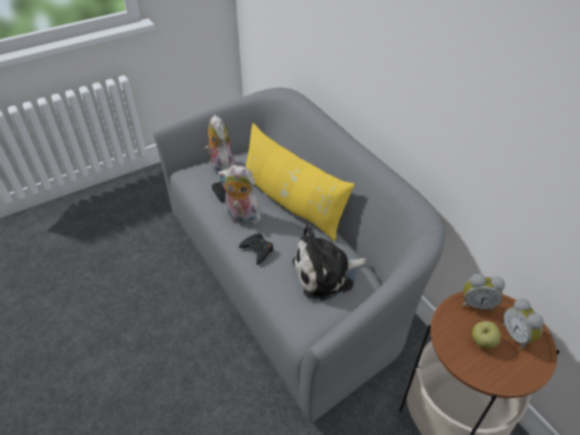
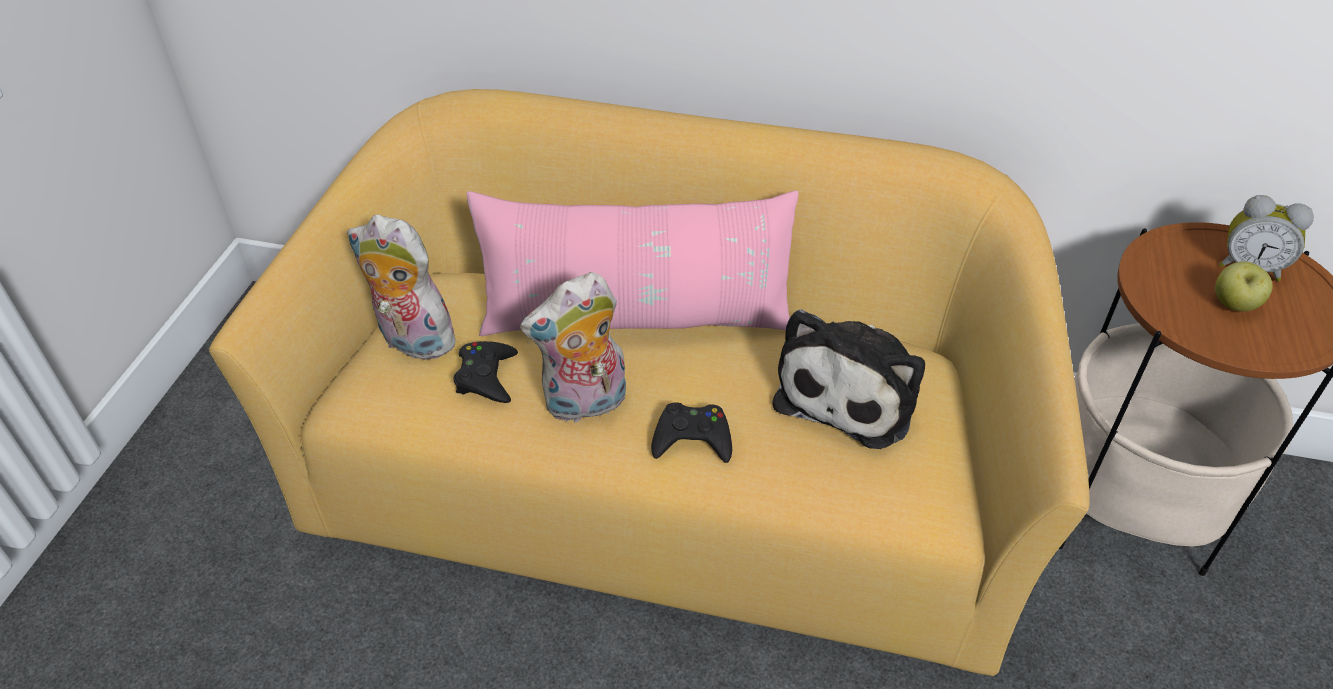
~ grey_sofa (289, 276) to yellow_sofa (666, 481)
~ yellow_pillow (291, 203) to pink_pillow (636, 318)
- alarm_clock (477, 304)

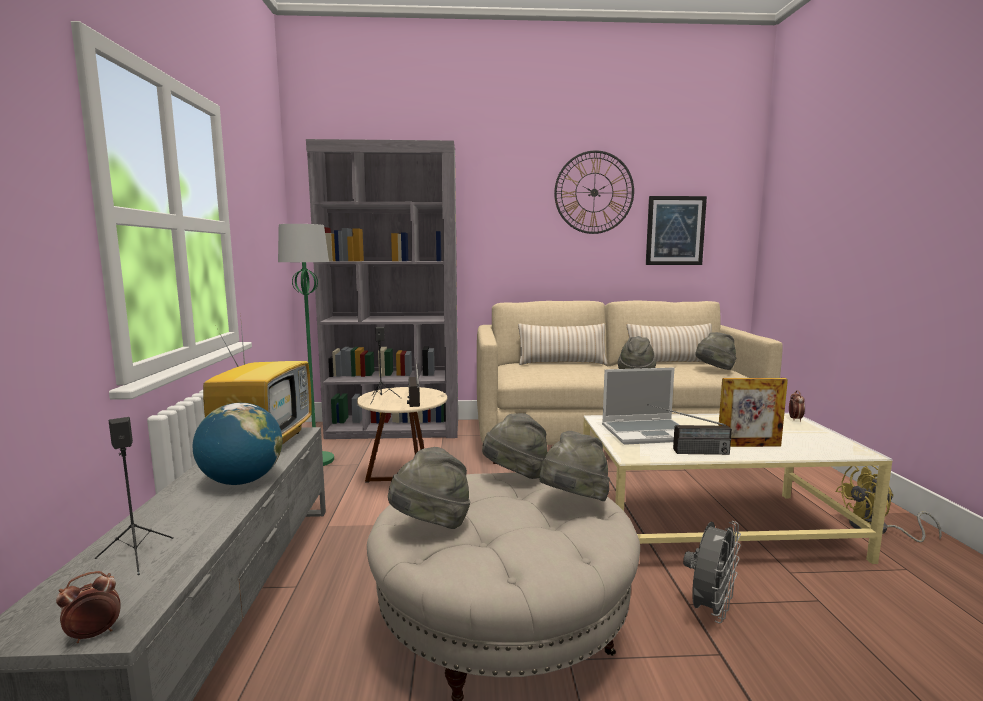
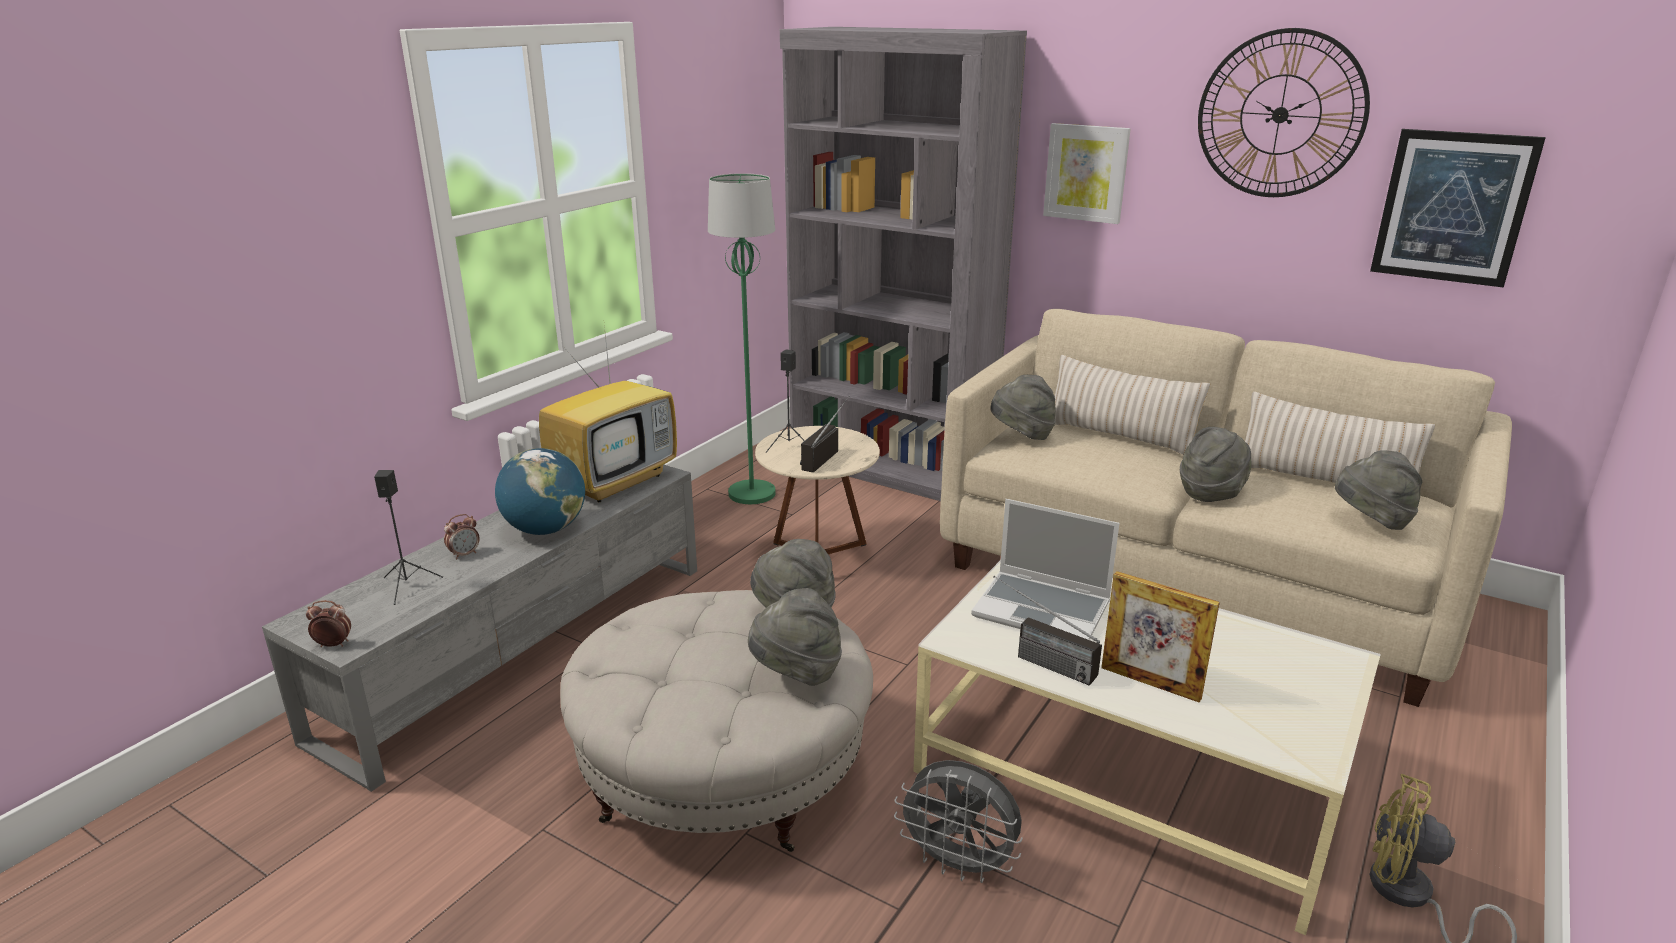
~ grey_hat (431, 526) to (1022, 436)
~ grey_fan (710, 610) = (959, 865) 45 degrees clockwise
~ alarm_clock (795, 419) to (465, 554)
+ picture (1086, 173)

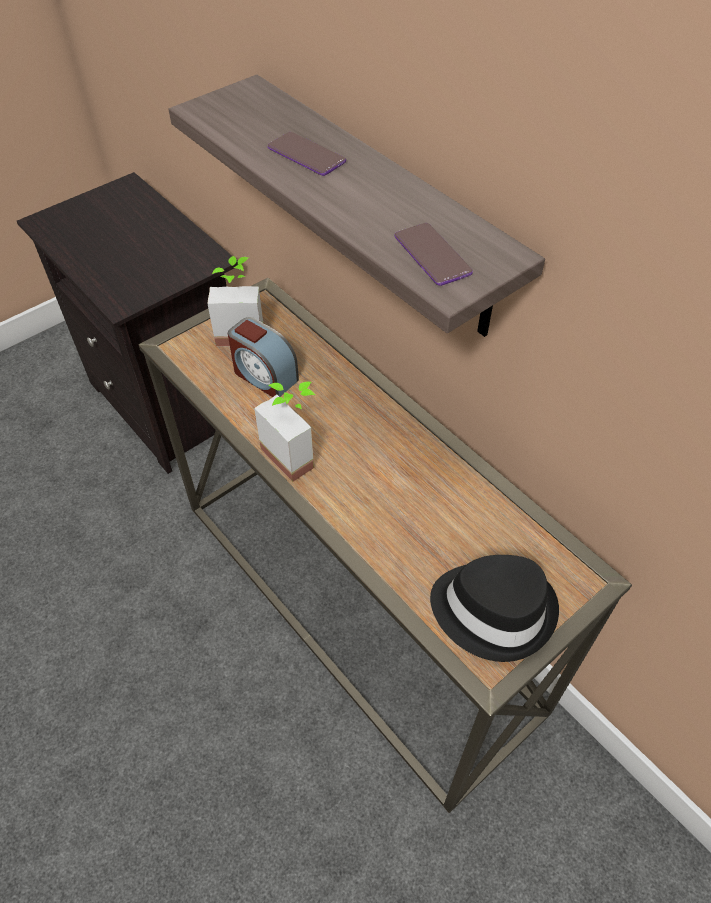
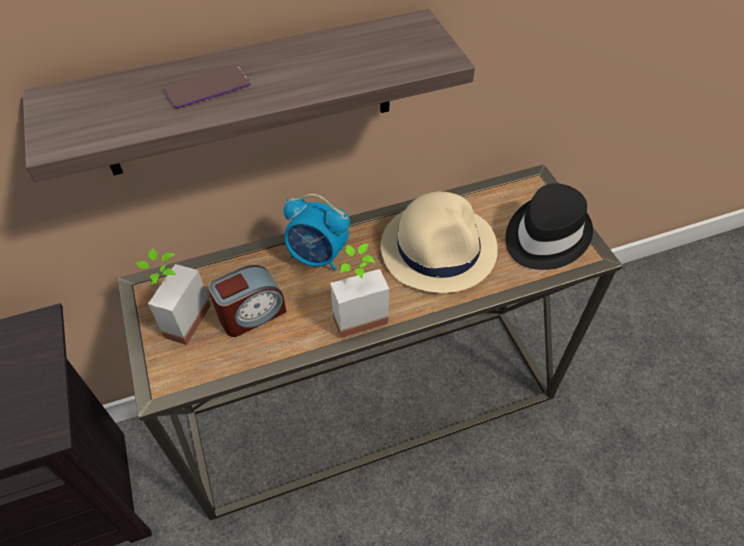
- phone (432, 255)
+ alarm_clock (318, 257)
+ beige_hat (439, 247)

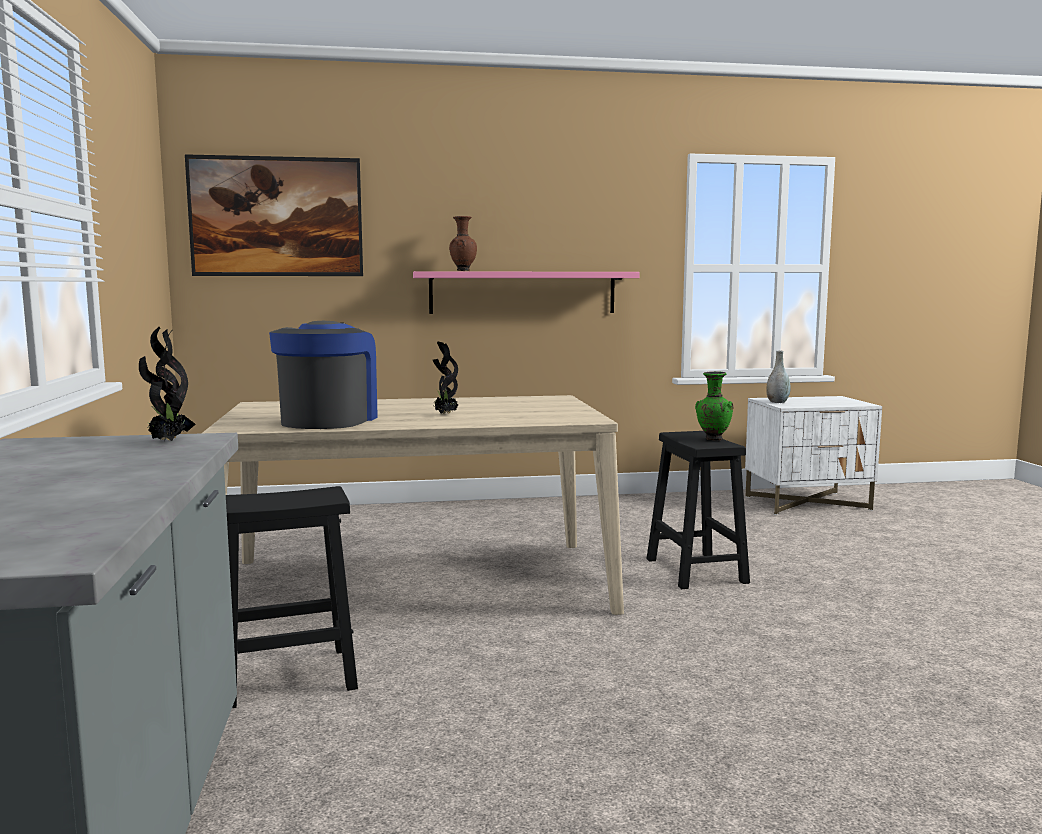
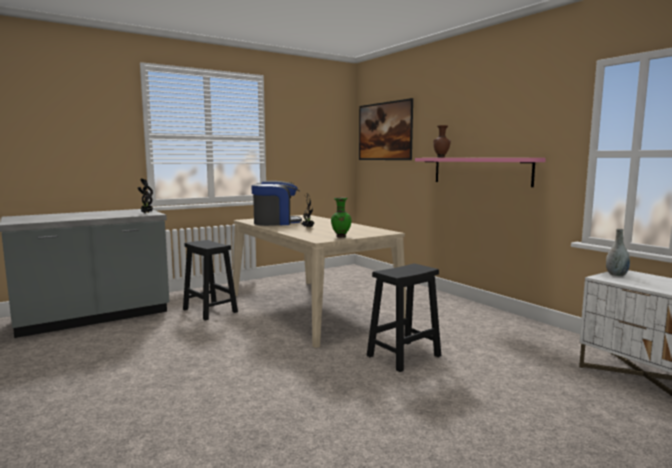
~ green_vase (712, 439) to (340, 237)

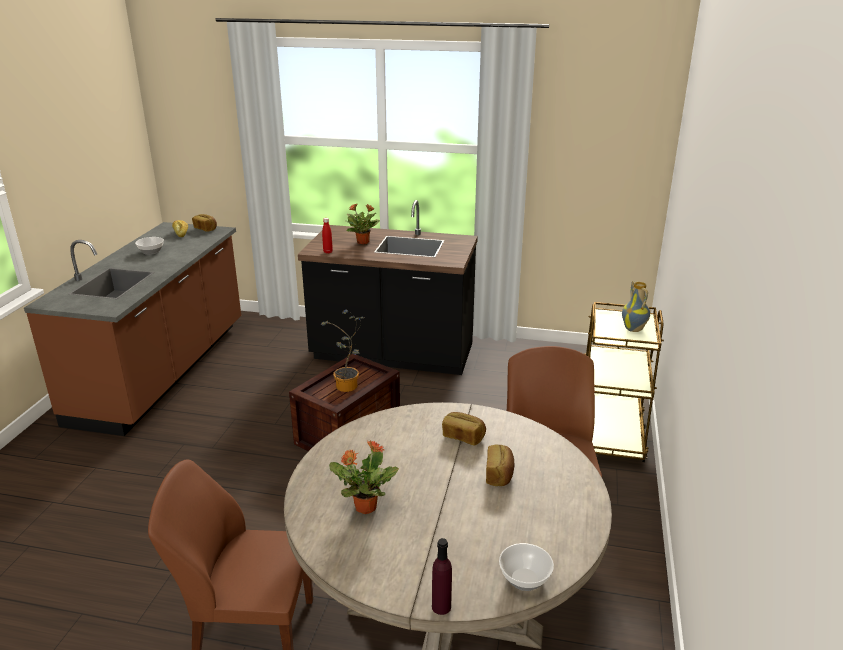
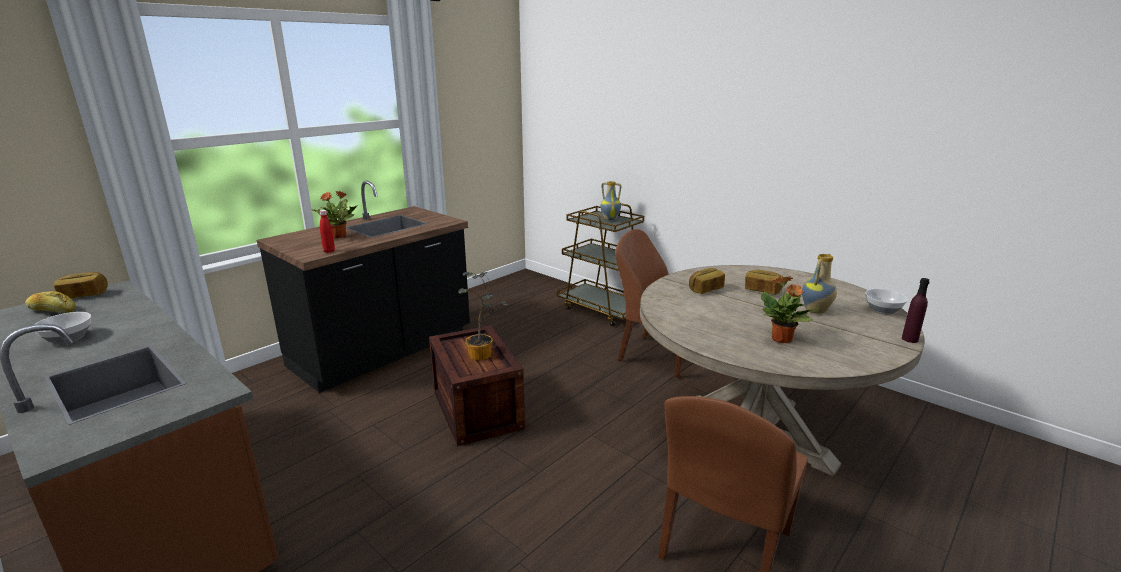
+ vase (816, 311)

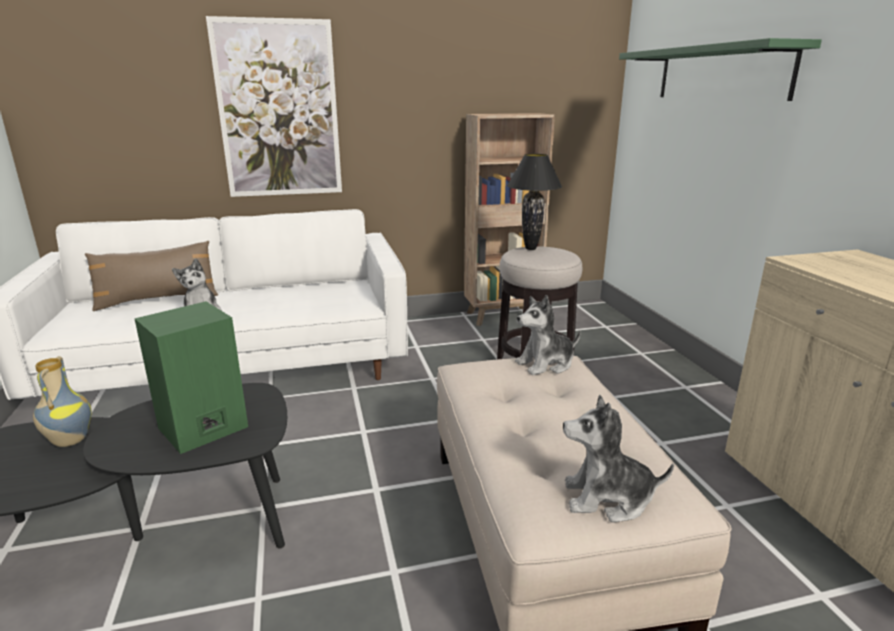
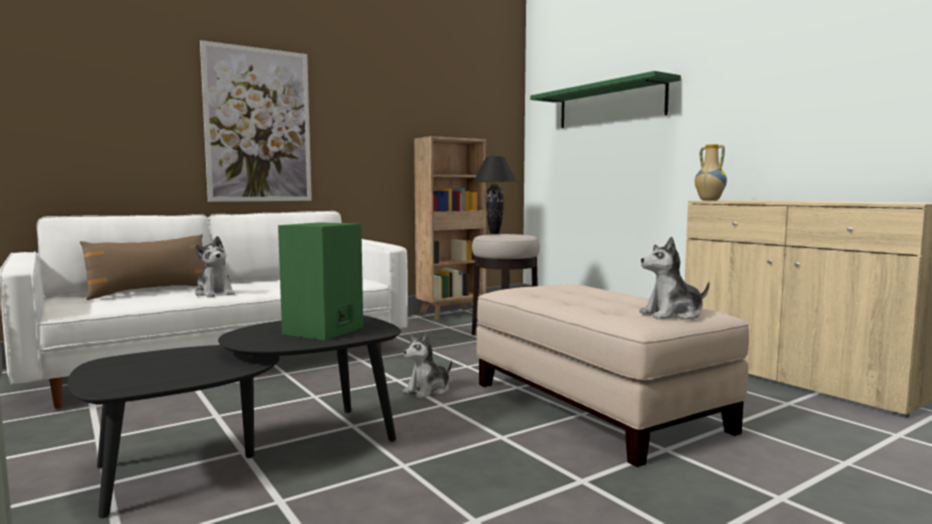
~ vase (69, 441) to (708, 200)
~ plush_toy (546, 364) to (428, 390)

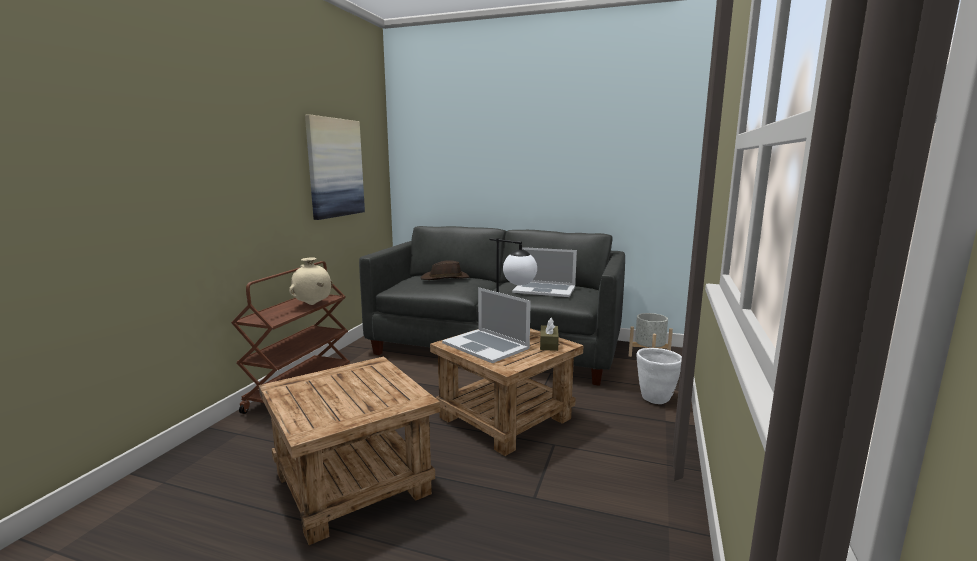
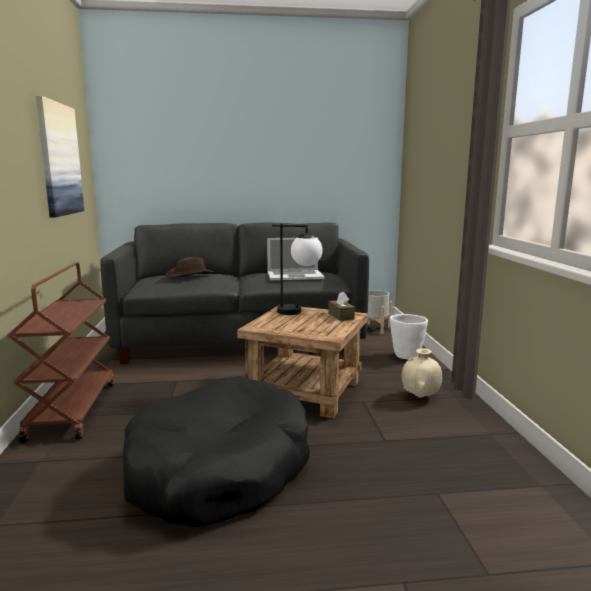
~ brown_side_table (353, 482) to black_dog_bed (219, 469)
~ beige_vase (312, 304) to (420, 397)
- laptop (486, 345)

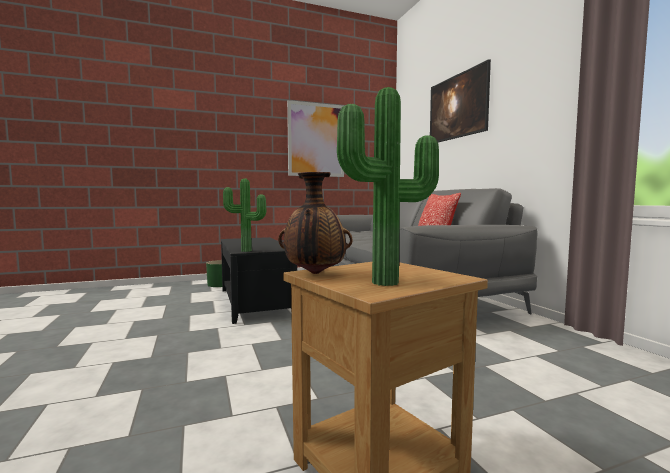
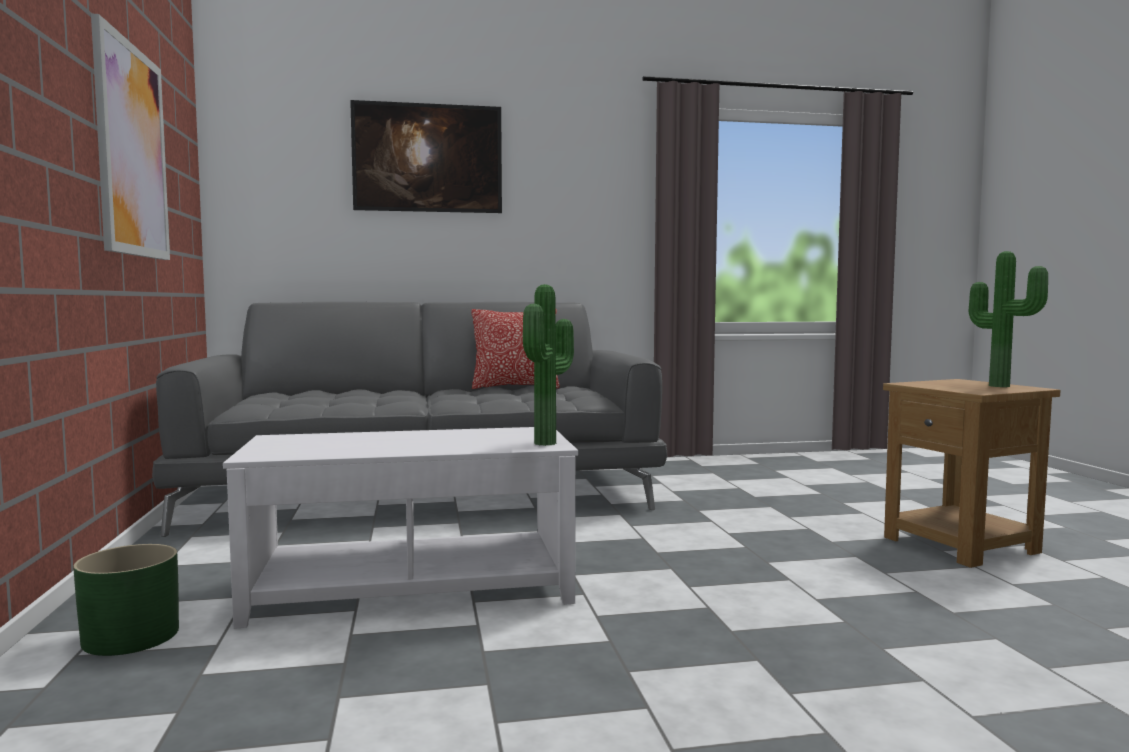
~ black_coffee_table (255, 302) to white_coffee_table (412, 587)
- vase (314, 274)

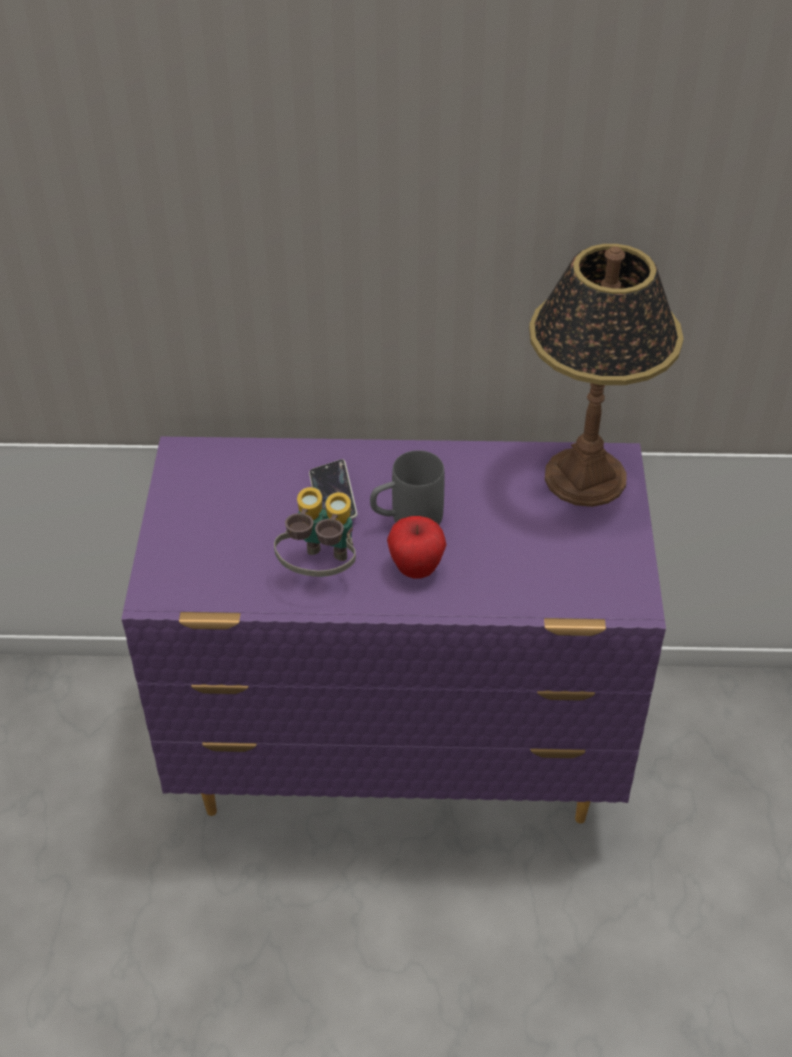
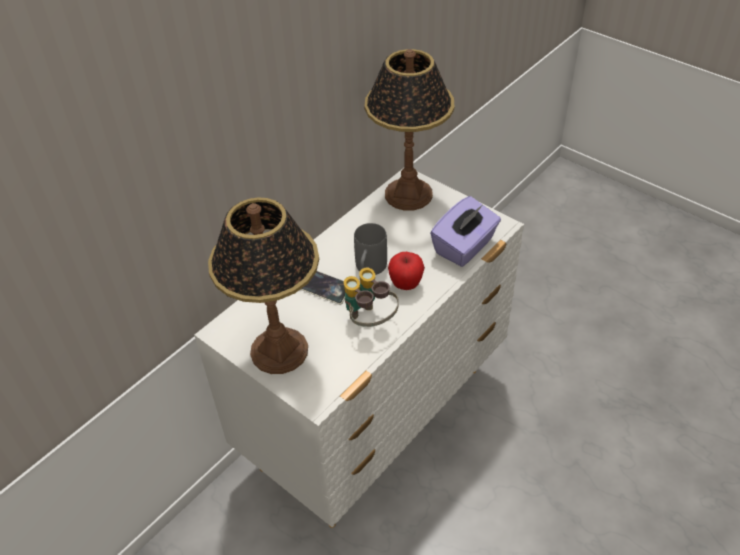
~ purple_dresser (401, 757) to white_dresser (376, 418)
+ table_lamp (279, 350)
+ purple_tissue_box (464, 247)

